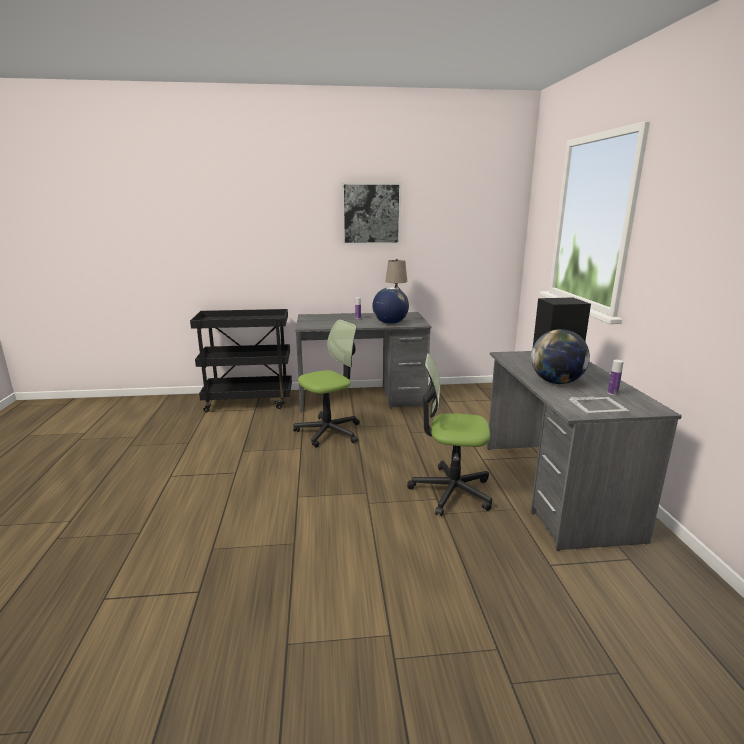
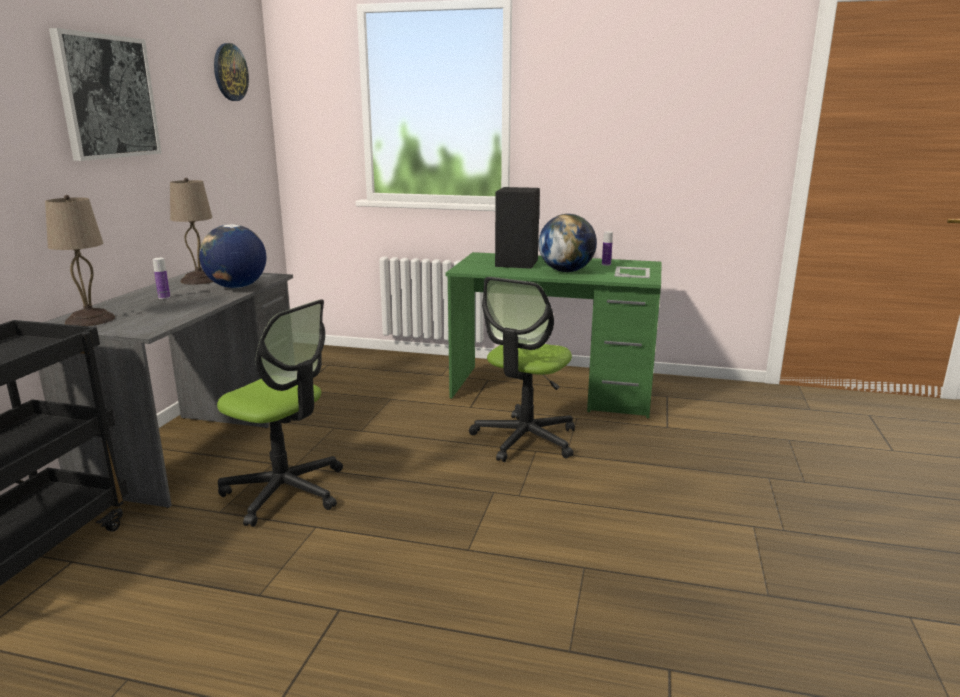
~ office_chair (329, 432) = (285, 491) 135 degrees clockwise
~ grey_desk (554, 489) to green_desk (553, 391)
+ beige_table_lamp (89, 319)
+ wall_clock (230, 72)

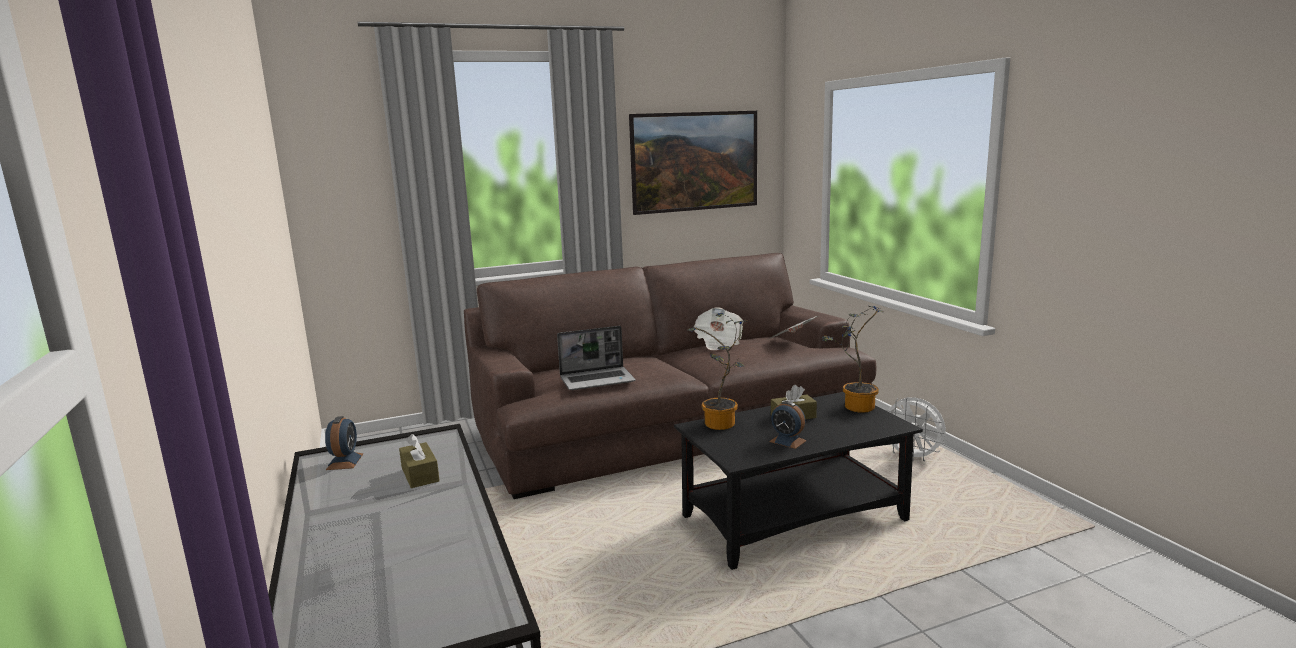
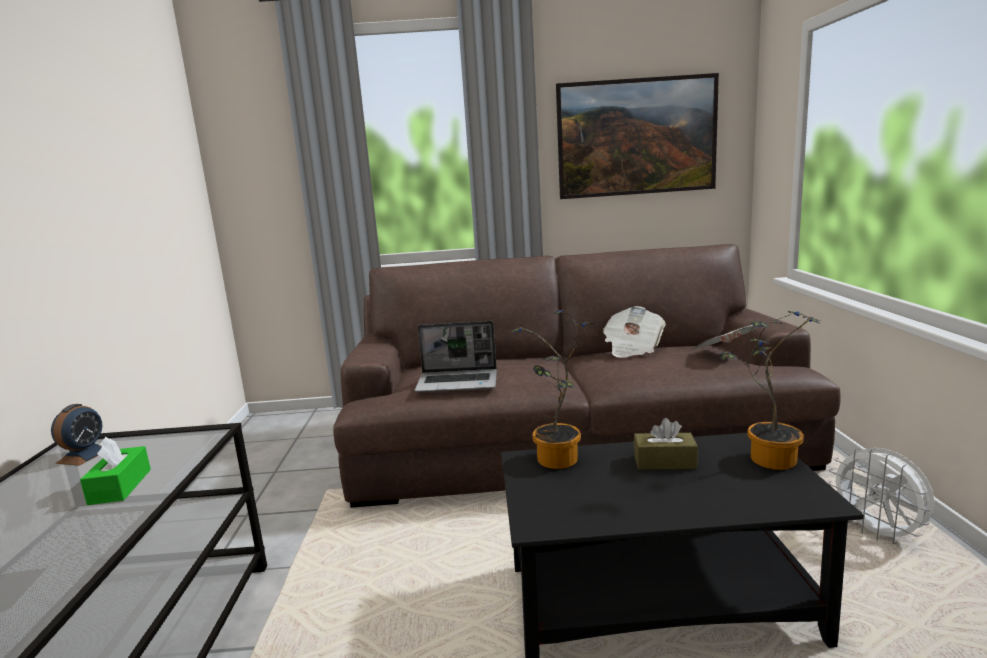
~ brown_tissue_box (420, 474) to green_tissue_box (120, 486)
- alarm_clock (787, 441)

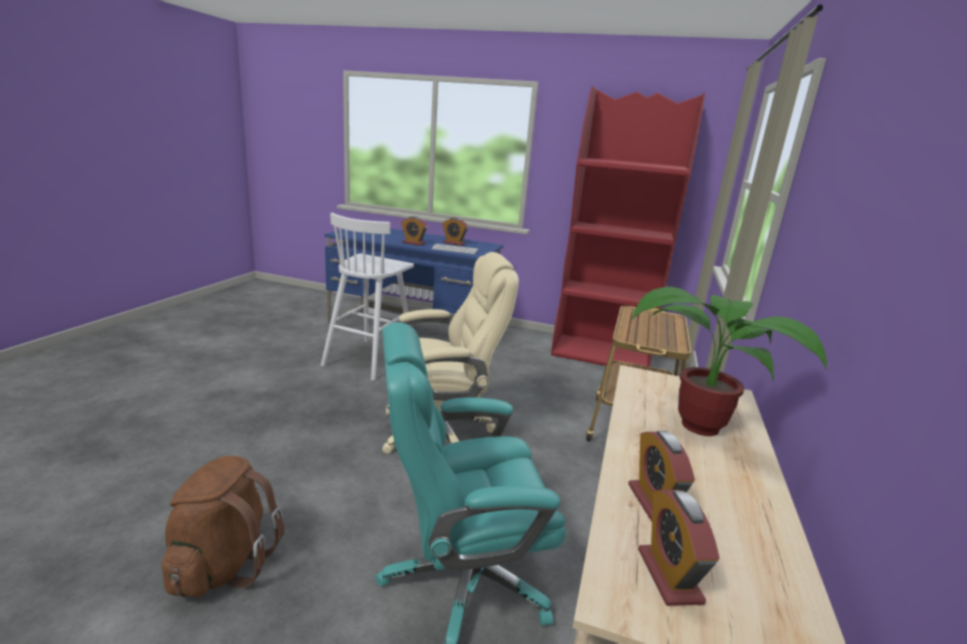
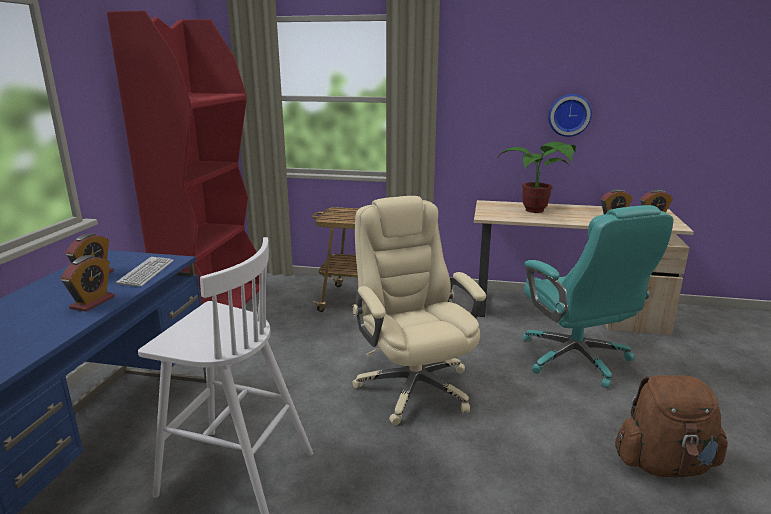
+ wall_clock (569, 115)

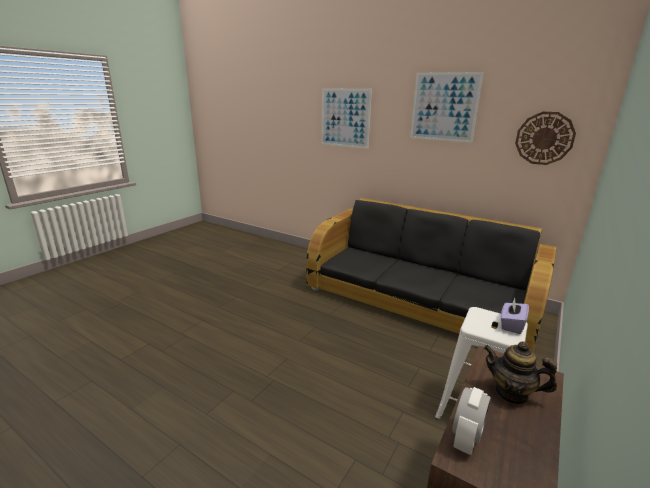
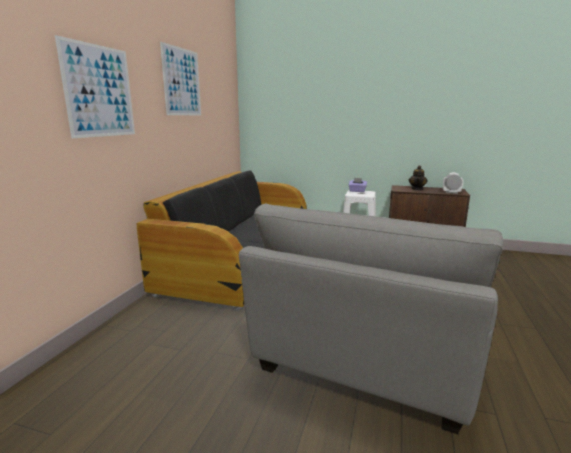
- wall_clock (544, 138)
+ grey_armchair (364, 360)

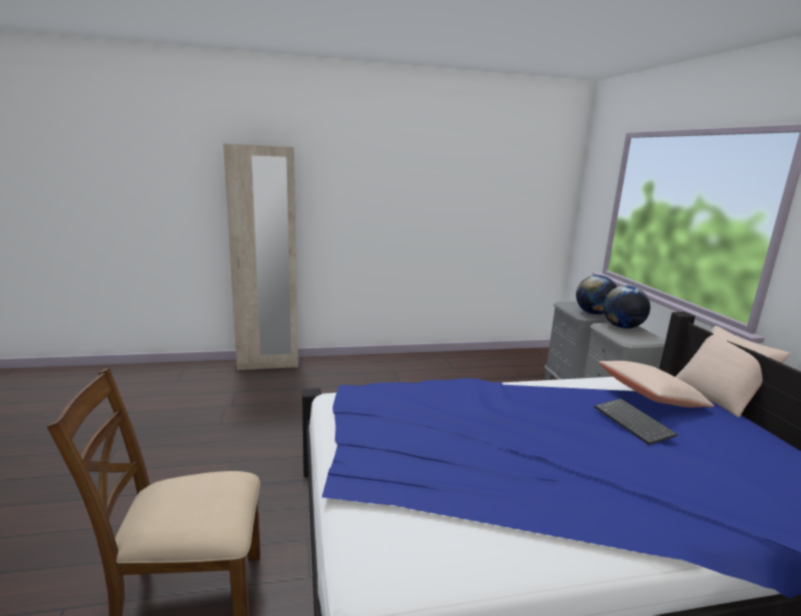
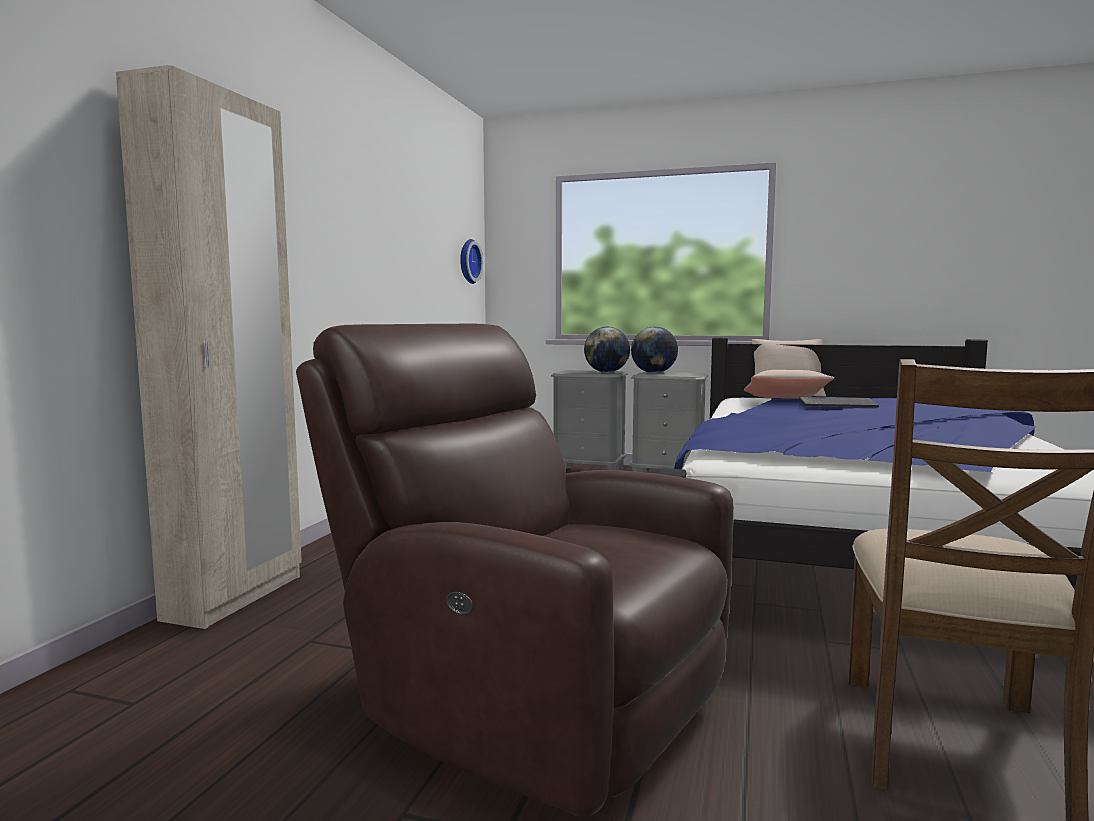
+ brown_armchair (529, 699)
+ wall_clock (468, 261)

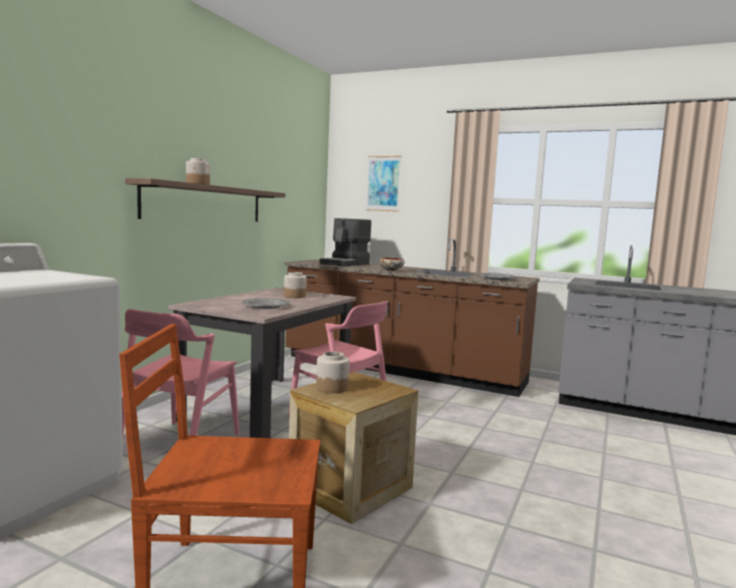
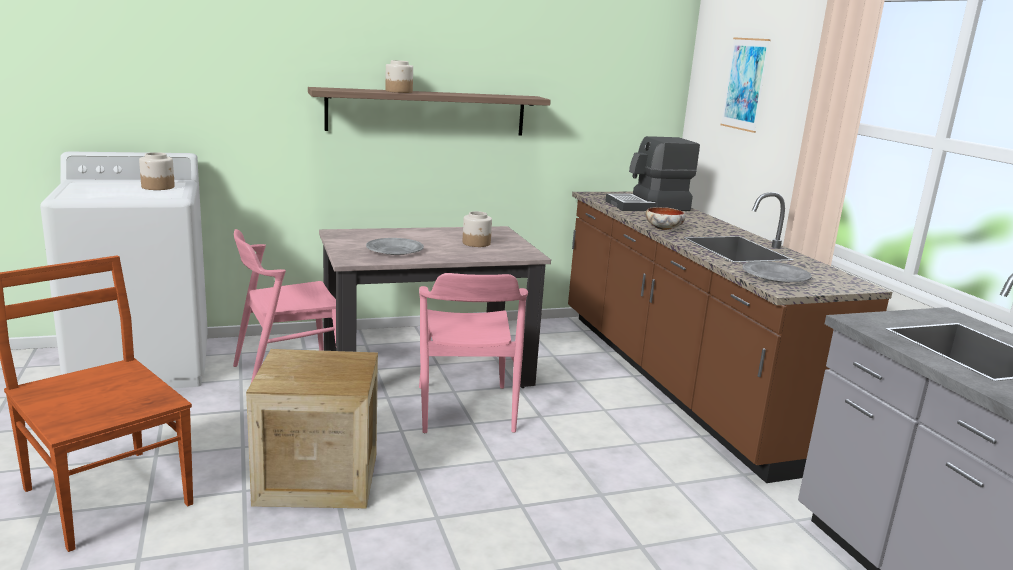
~ jar (332, 388) to (158, 187)

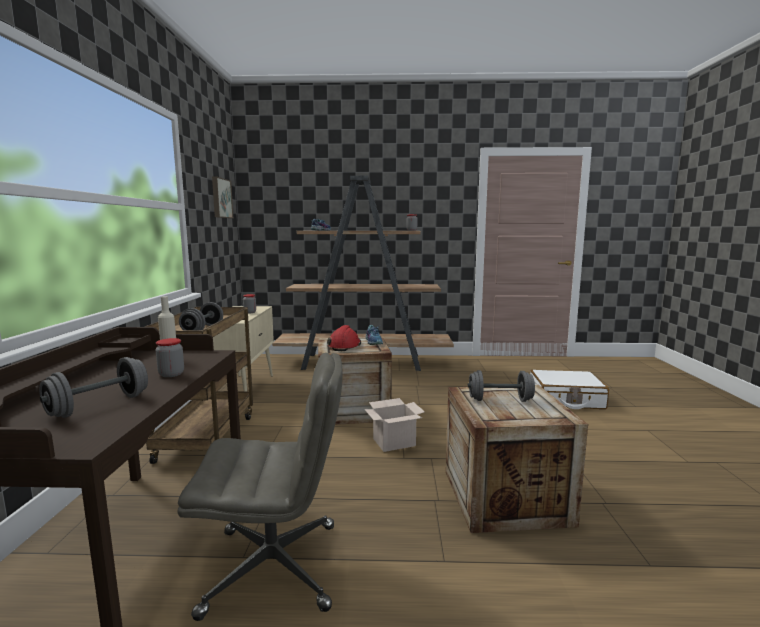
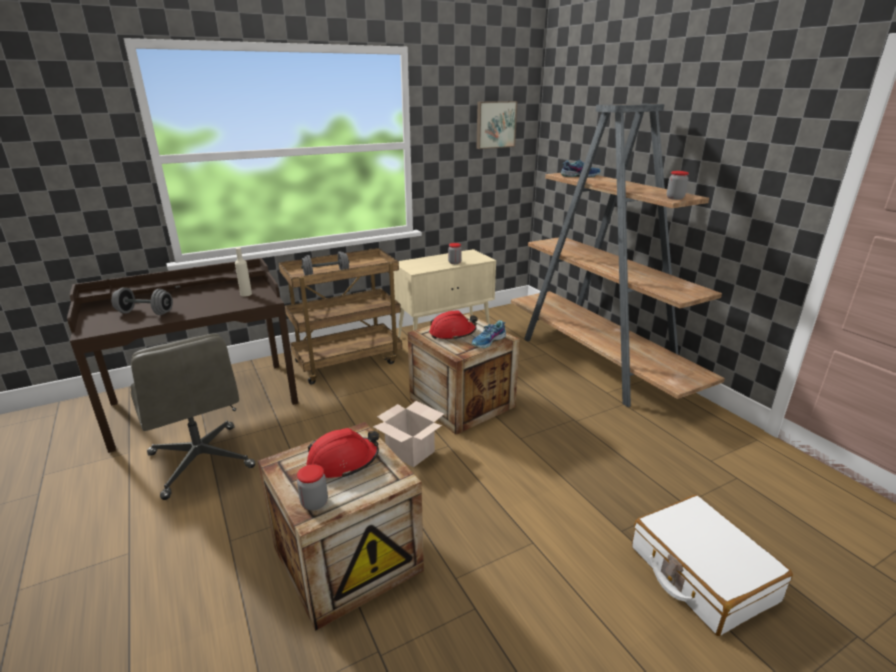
~ jar (171, 374) to (314, 503)
~ grey_dumbbell (500, 400) to red_hard_hat (343, 461)

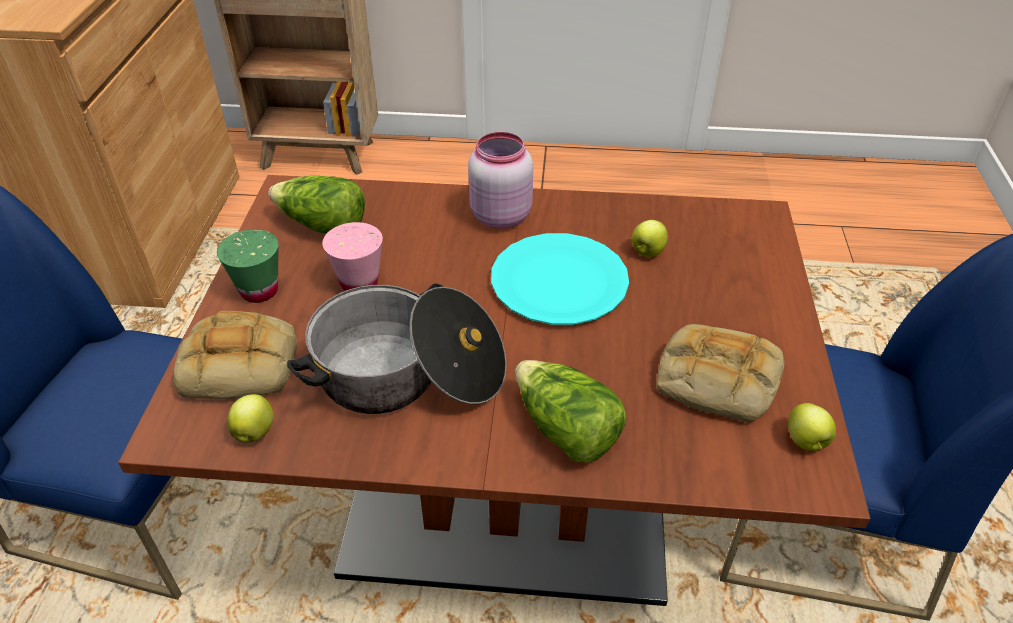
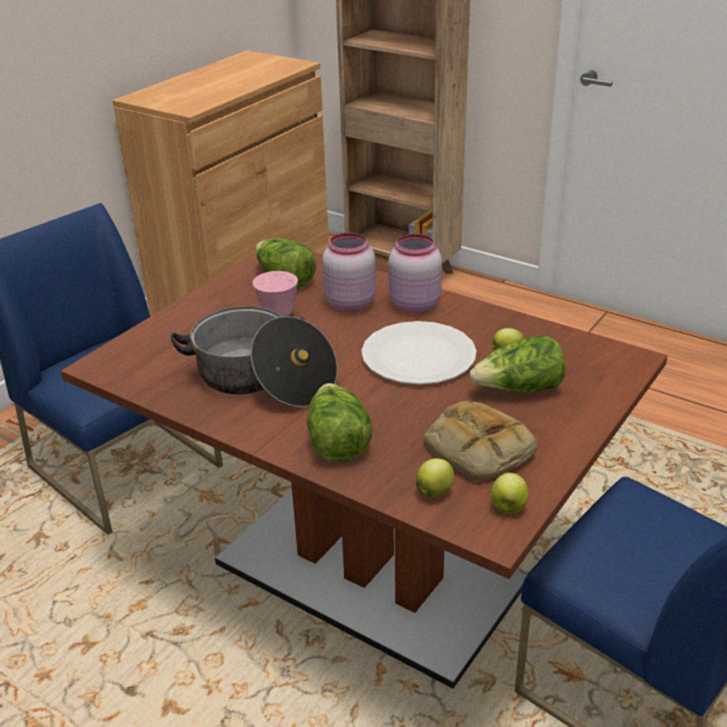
- bread (242, 363)
- green_cup (259, 291)
~ apple (255, 431) to (435, 491)
~ turquoise_plate (558, 281) to white_plate (418, 356)
+ pink_jar (349, 302)
+ lettuce (519, 389)

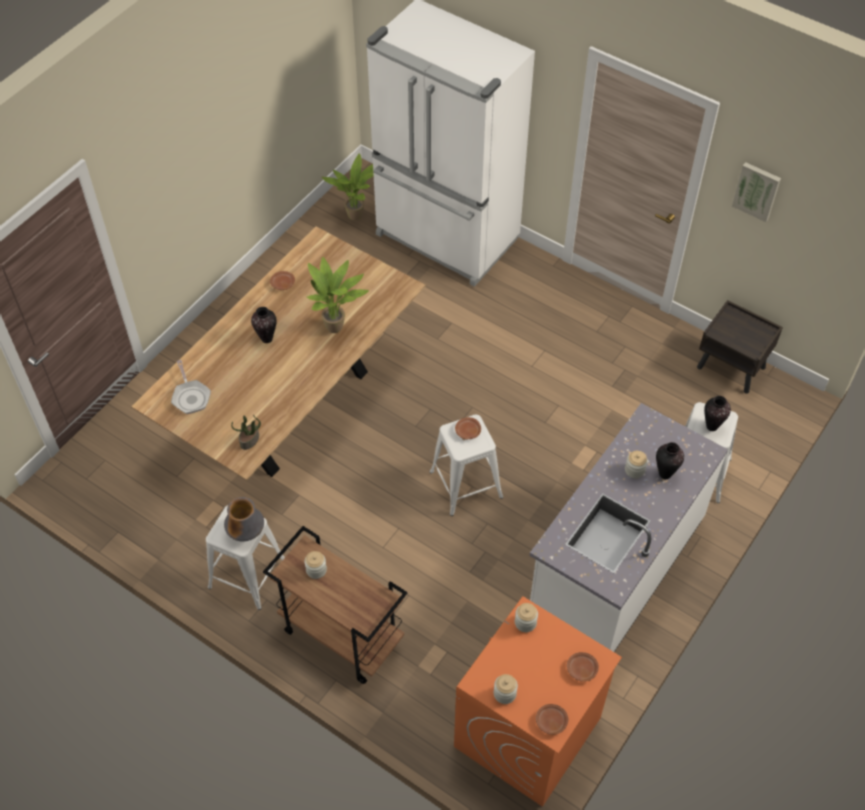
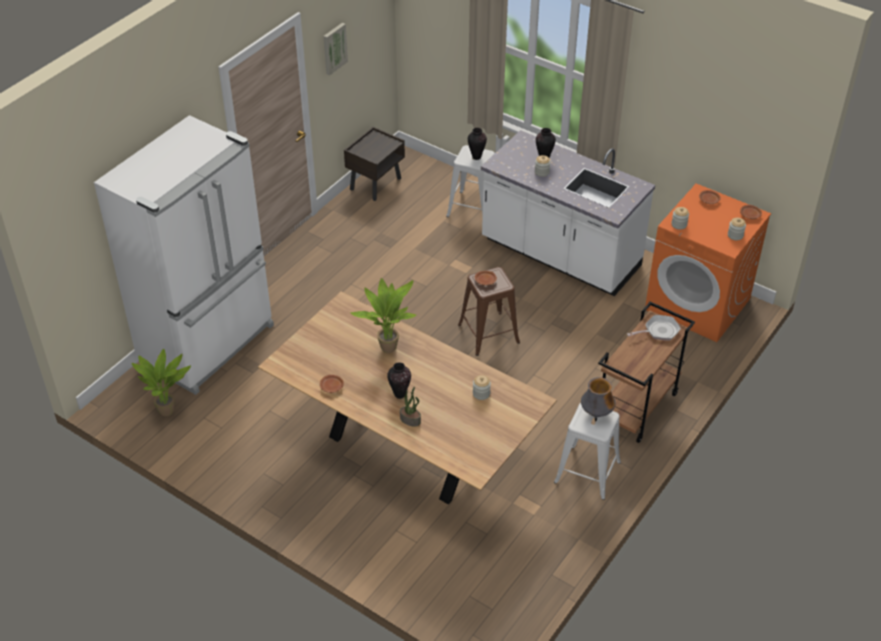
~ frying_pan (190, 396) to (659, 331)
~ potted_plant (249, 440) to (410, 420)
~ jar (316, 570) to (481, 393)
~ white_stool (465, 484) to brown_stool (488, 334)

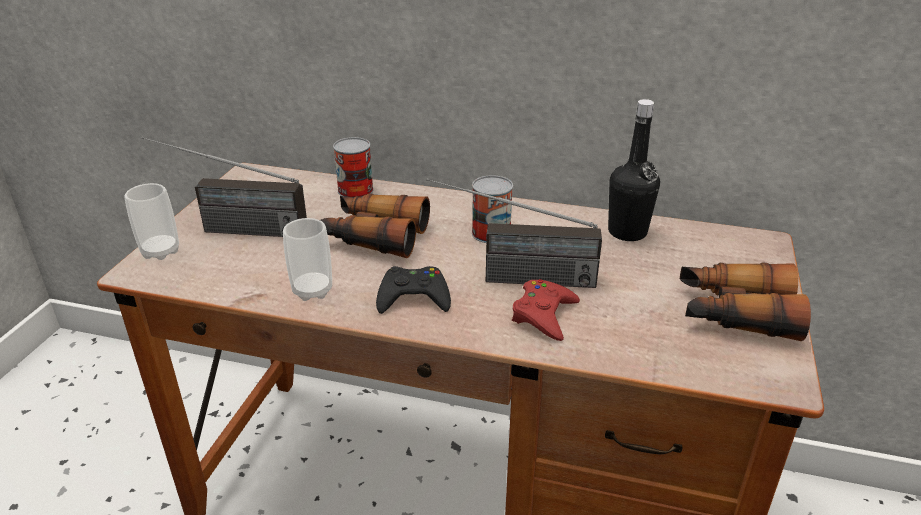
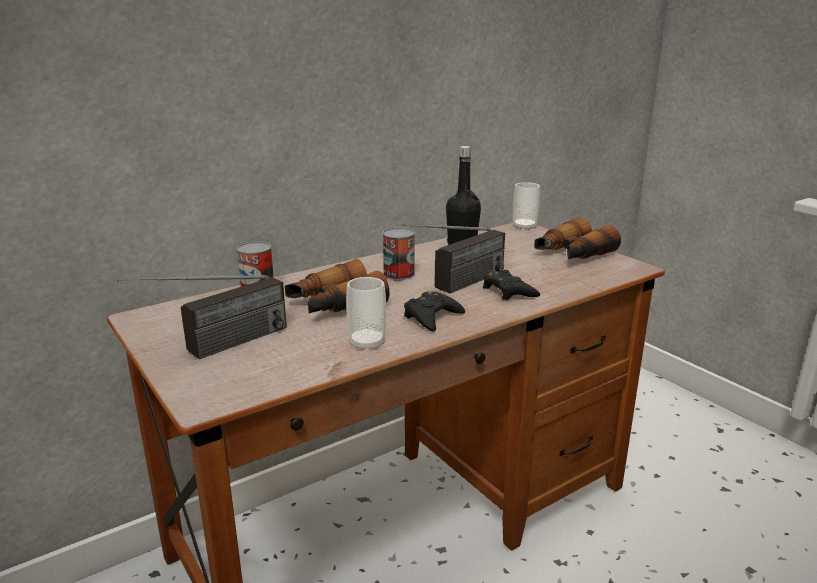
~ cup (160, 251) to (524, 227)
~ red_game_controller (544, 315) to black_game_controller (508, 291)

